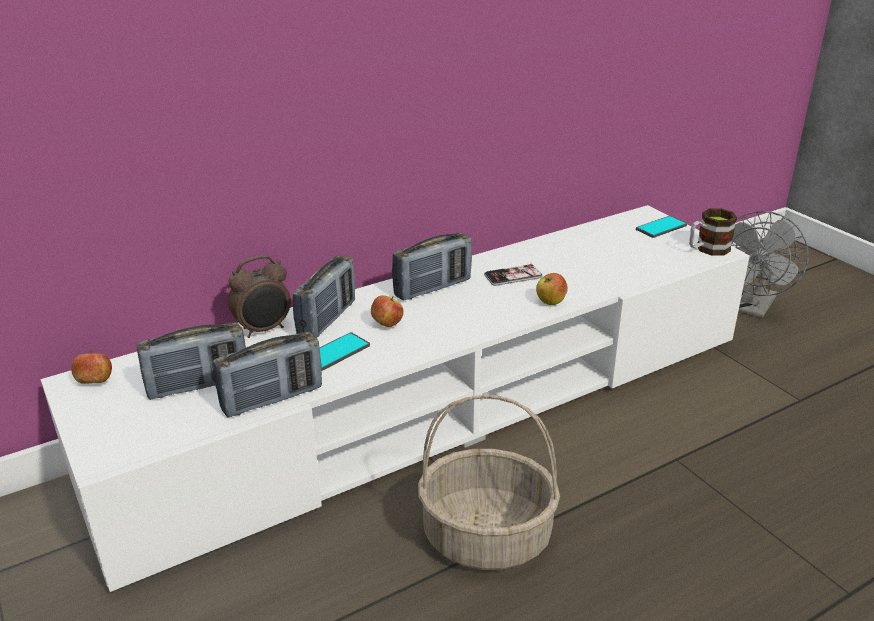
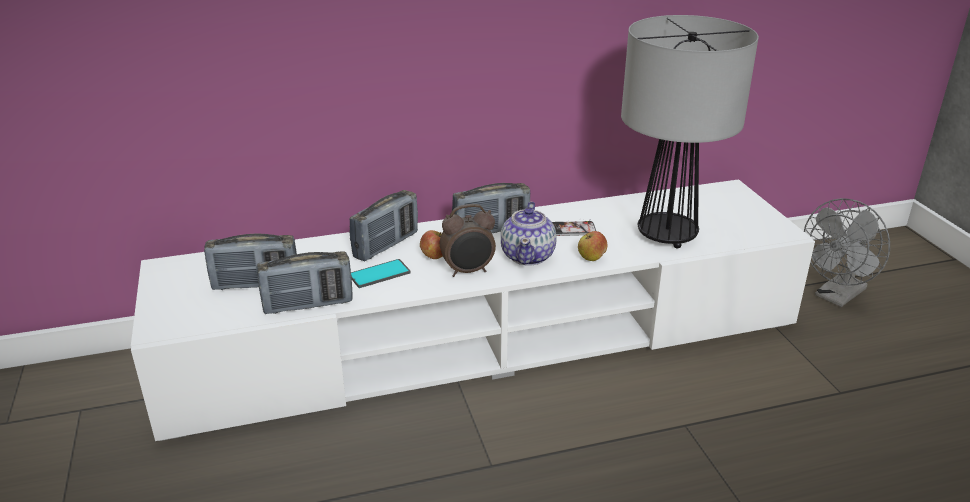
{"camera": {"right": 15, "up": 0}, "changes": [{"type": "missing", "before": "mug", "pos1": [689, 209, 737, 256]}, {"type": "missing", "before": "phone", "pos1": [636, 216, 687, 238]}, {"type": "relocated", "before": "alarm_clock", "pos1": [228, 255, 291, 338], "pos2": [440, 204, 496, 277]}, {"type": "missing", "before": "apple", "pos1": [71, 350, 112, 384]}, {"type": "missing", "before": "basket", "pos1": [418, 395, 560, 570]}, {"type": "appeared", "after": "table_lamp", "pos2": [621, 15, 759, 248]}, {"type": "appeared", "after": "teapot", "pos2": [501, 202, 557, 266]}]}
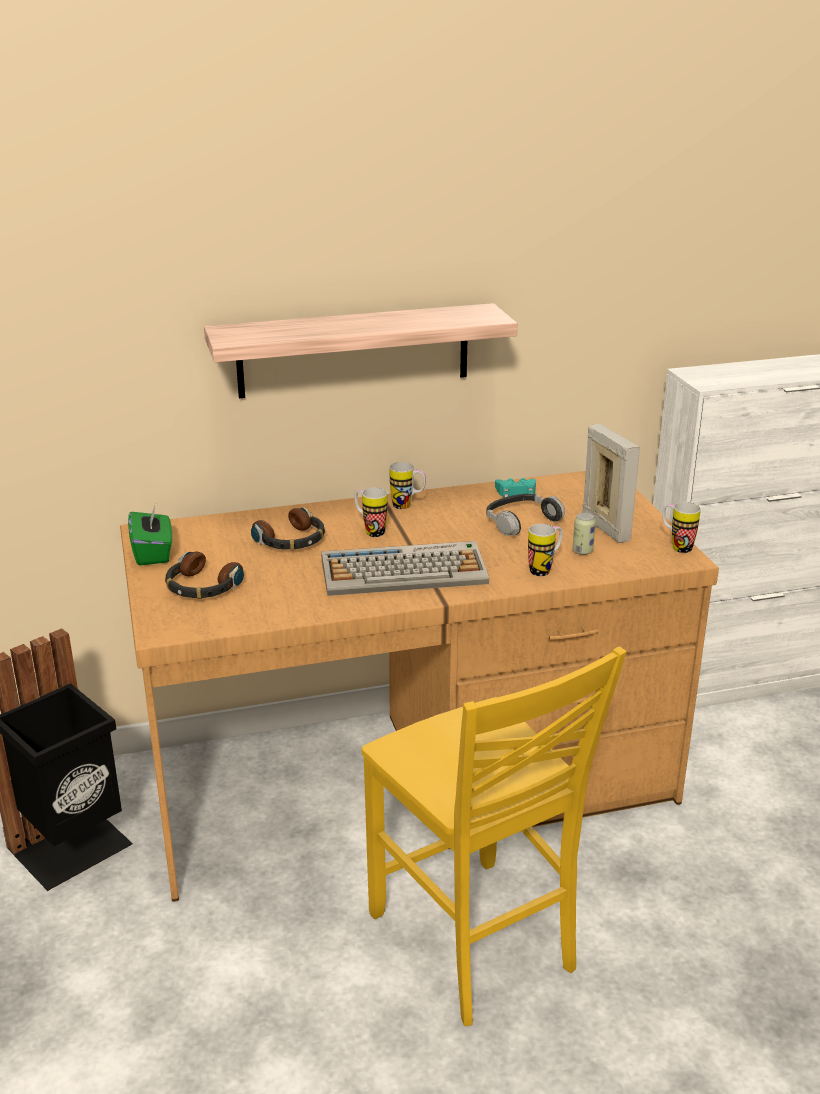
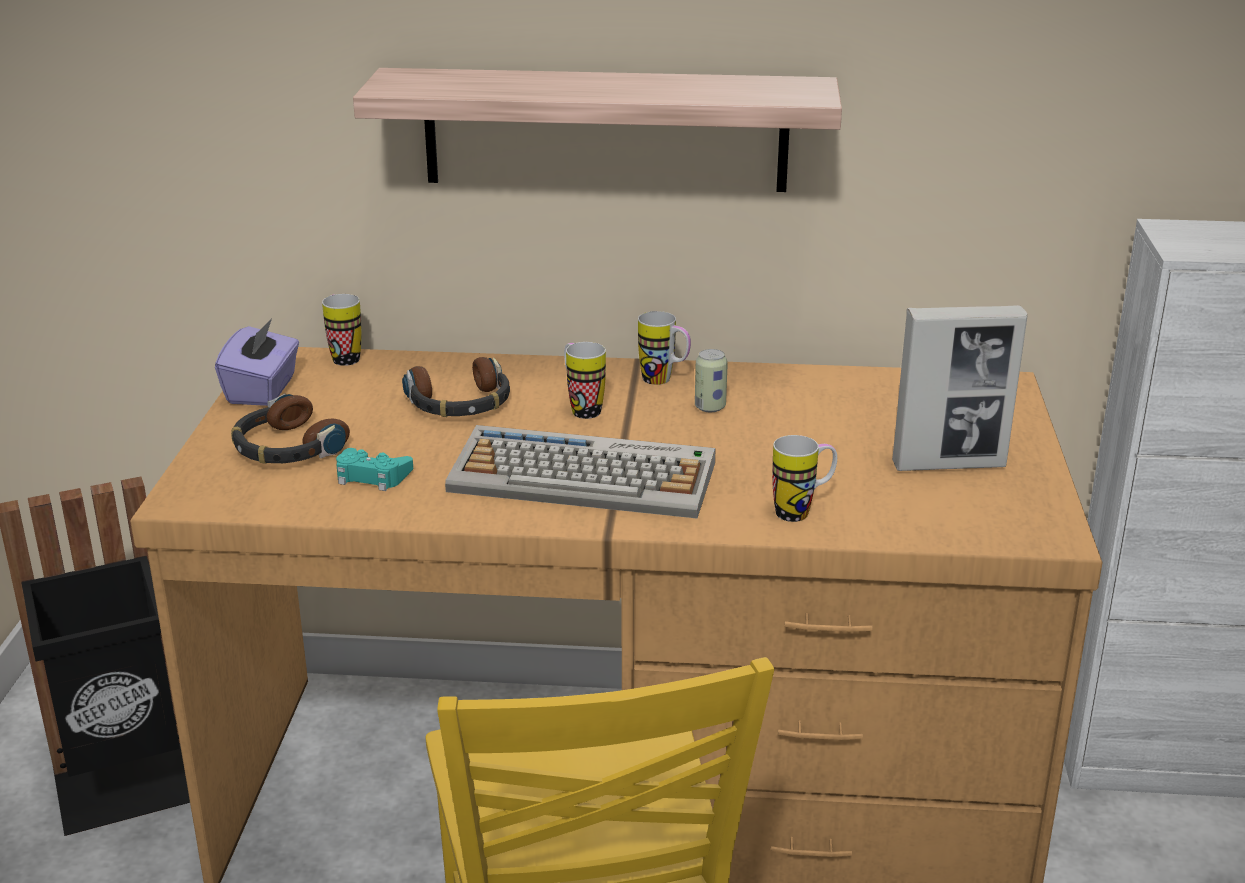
{"camera": {"right": 20, "up": 0}, "changes": [{"type": "spun", "before": "picture_frame", "pos1": [582, 424, 640, 543], "pos2": [892, 305, 1028, 471], "turn": 90}, {"type": "relocated", "before": "turquoise_game_controller", "pos1": [495, 478, 536, 498], "pos2": [336, 448, 413, 491]}, {"type": "missing", "before": "headphones", "pos1": [486, 494, 565, 536]}, {"type": "relocated", "before": "mug", "pos1": [662, 502, 701, 553], "pos2": [322, 294, 362, 366]}, {"type": "colour", "before": "green_tissue_box", "after": "purple_tissue_box", "pos1": [128, 506, 172, 566], "pos2": [215, 318, 299, 406]}, {"type": "relocated", "before": "can", "pos1": [573, 513, 596, 555], "pos2": [695, 349, 728, 412]}]}
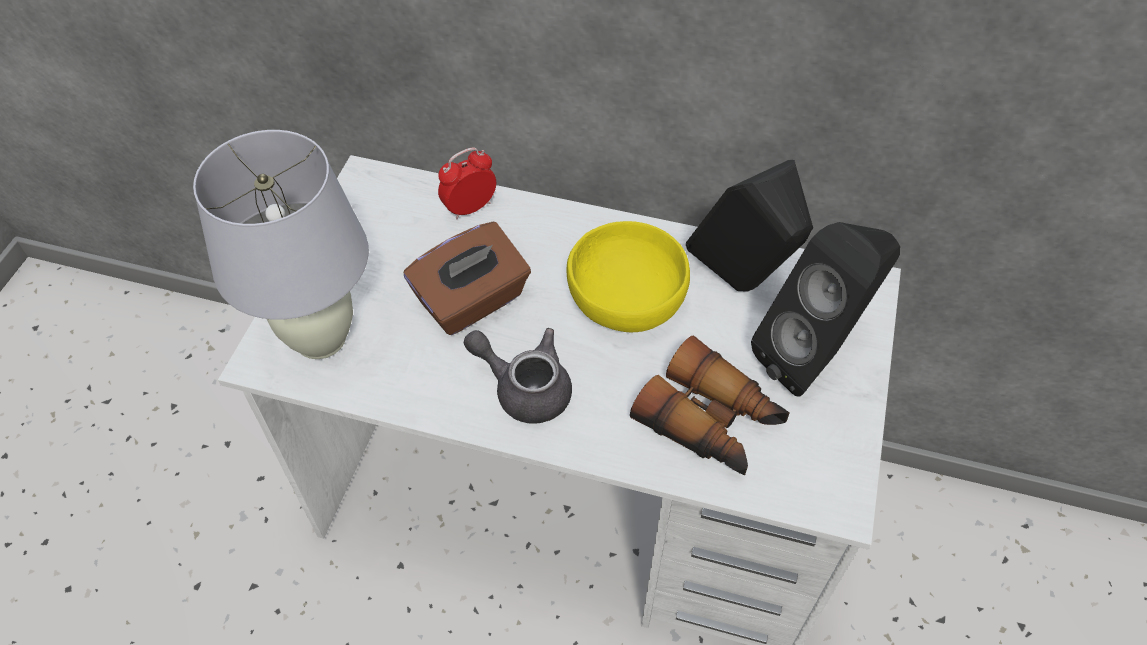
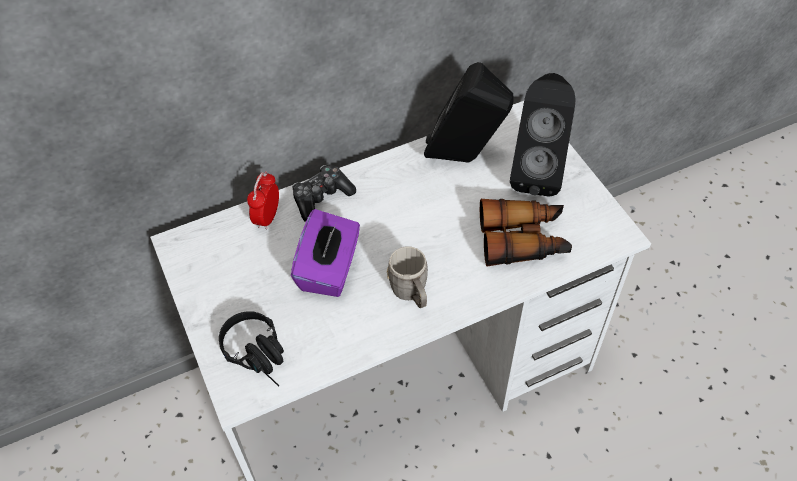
{"camera": {"right": -40, "up": 0}, "changes": [{"type": "exchanged", "before": "white_table_lamp", "after": "black_headphones", "pos1": [193, 130, 369, 359], "pos2": [219, 311, 284, 387]}, {"type": "missing", "before": "yellow_bowl", "pos1": [567, 221, 690, 332]}, {"type": "colour", "before": "brown_tissue_box", "after": "purple_tissue_box", "pos1": [404, 222, 531, 335], "pos2": [291, 209, 360, 297]}, {"type": "exchanged", "before": "grey_teapot", "after": "grey_mug", "pos1": [464, 328, 572, 424], "pos2": [387, 246, 428, 308]}, {"type": "appeared", "after": "game_controller", "pos2": [292, 165, 356, 222]}]}
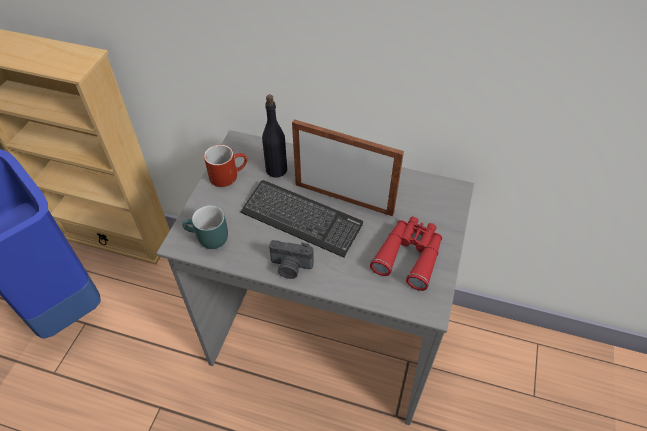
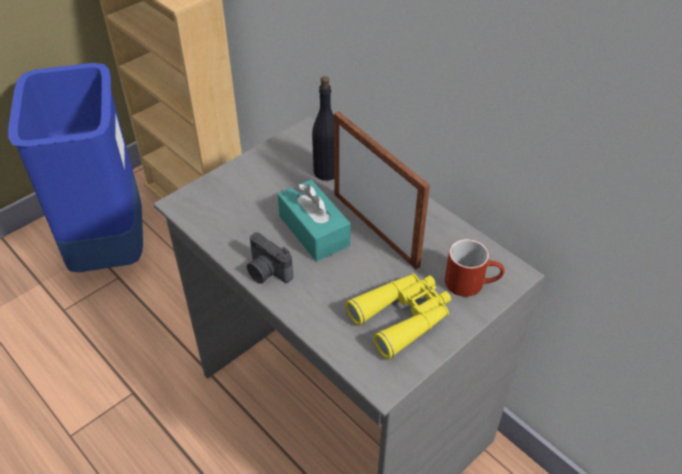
{"camera": {"right": 30, "up": -5}, "changes": [{"type": "relocated", "before": "red_mug", "pos1": [204, 145, 247, 187], "pos2": [445, 239, 505, 297]}, {"type": "exchanged", "before": "keyboard", "after": "turquoise_tissue_box", "pos1": [241, 180, 363, 258], "pos2": [278, 180, 351, 261]}, {"type": "missing", "before": "turquoise_mug", "pos1": [182, 205, 228, 249]}, {"type": "colour", "before": "red_binoculars", "after": "yellow_binoculars", "pos1": [370, 217, 442, 291], "pos2": [345, 273, 451, 359]}]}
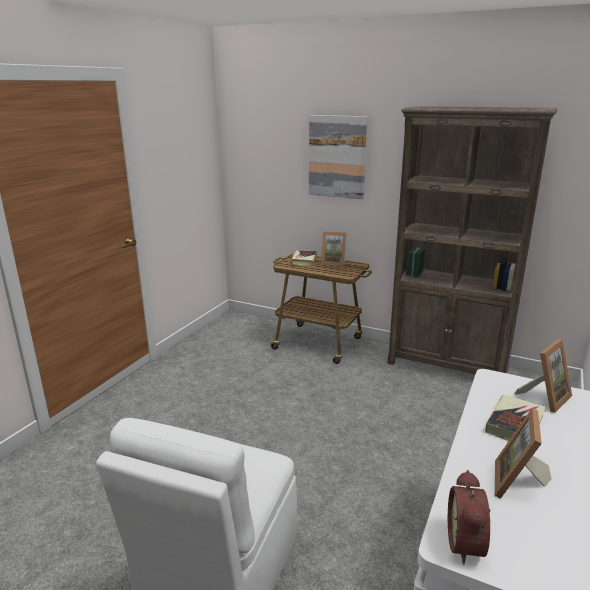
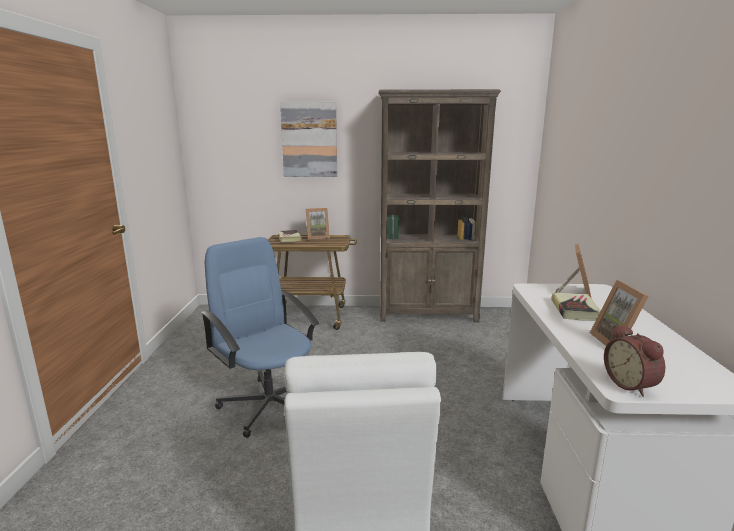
{"camera": {"right": -25, "up": -5}, "changes": [{"type": "appeared", "after": "blue_office_chair", "pos2": [201, 237, 319, 438]}]}
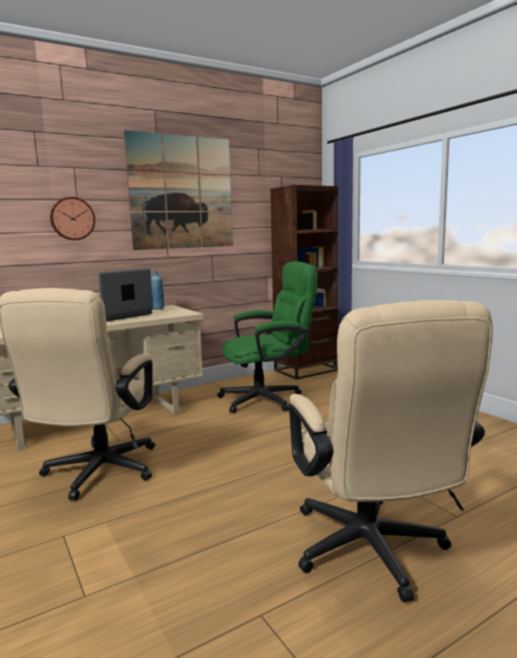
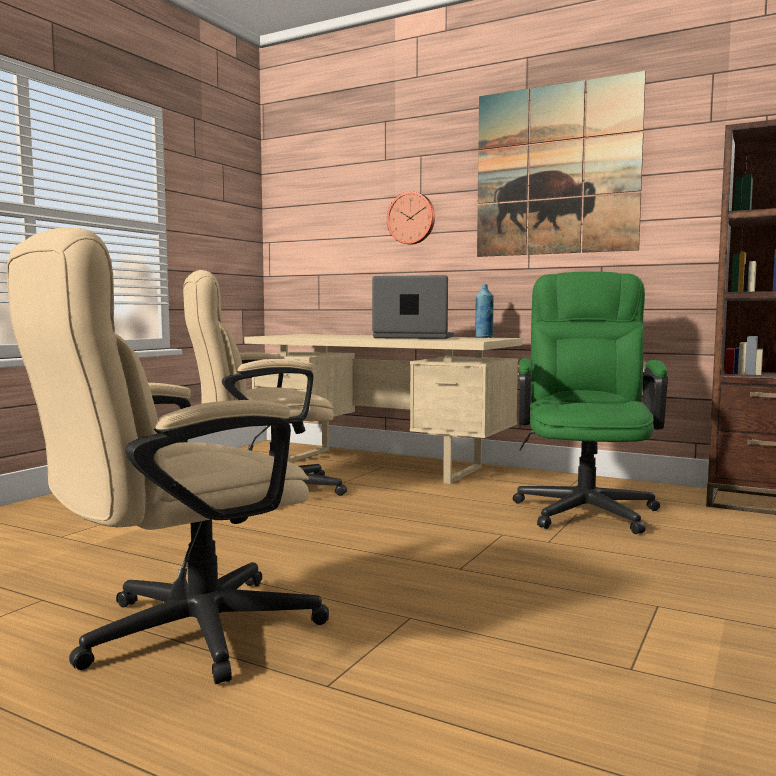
{"camera": {"right": 60, "up": -5}, "changes": [{"type": "spun", "before": "green_office_chair", "pos1": [217, 261, 317, 413], "pos2": [513, 271, 668, 534], "turn": -120}]}
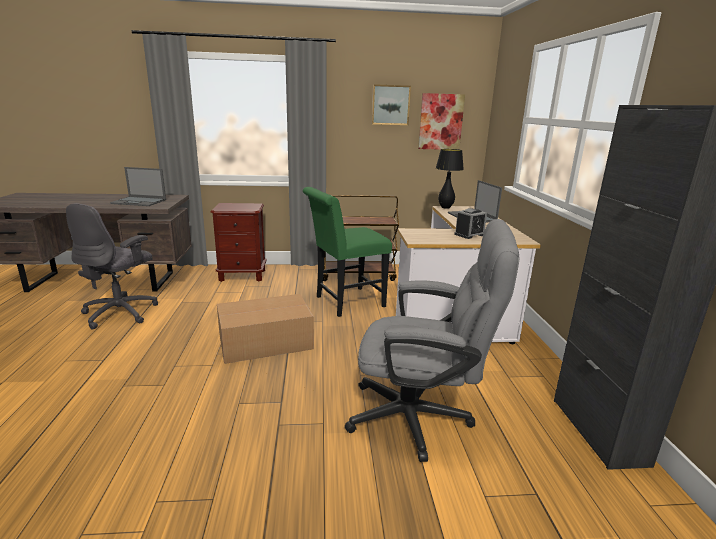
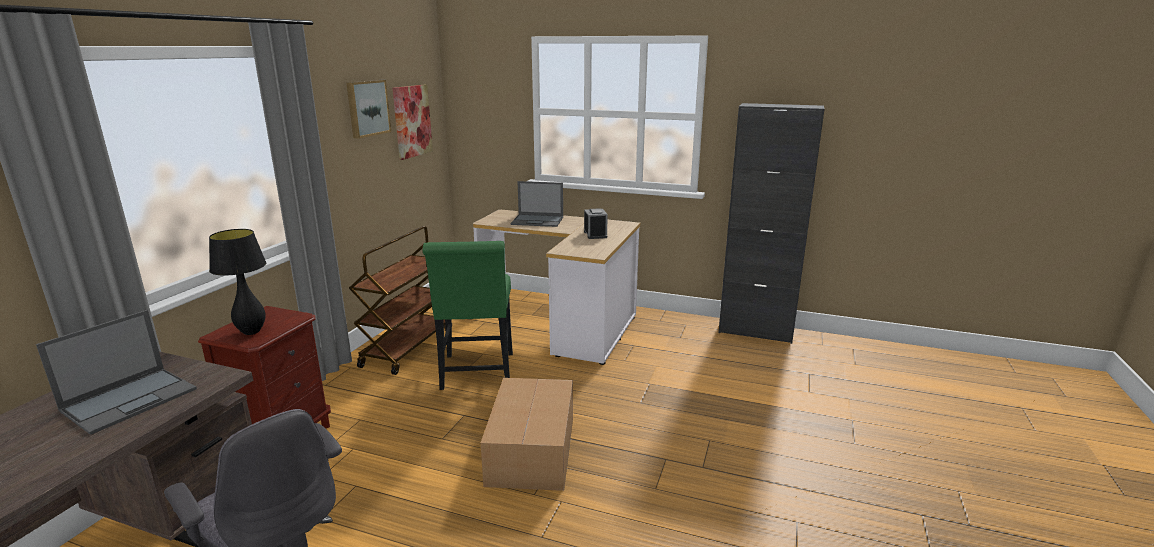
{"camera": {"right": -65, "up": 0}, "changes": [{"type": "relocated", "before": "black_table_lamp", "pos1": [436, 149, 464, 209], "pos2": [209, 229, 266, 335]}, {"type": "missing", "before": "grey_office_chair", "pos1": [345, 219, 519, 462]}]}
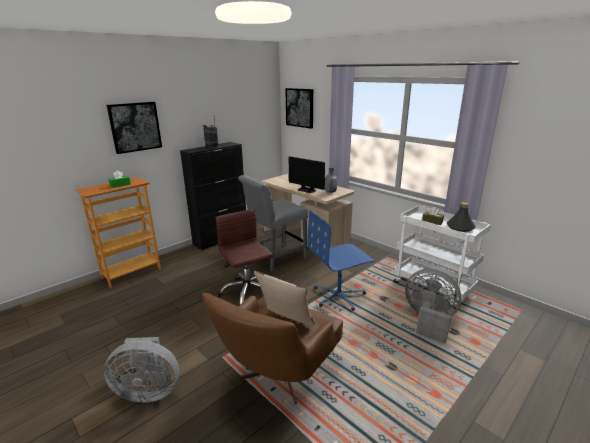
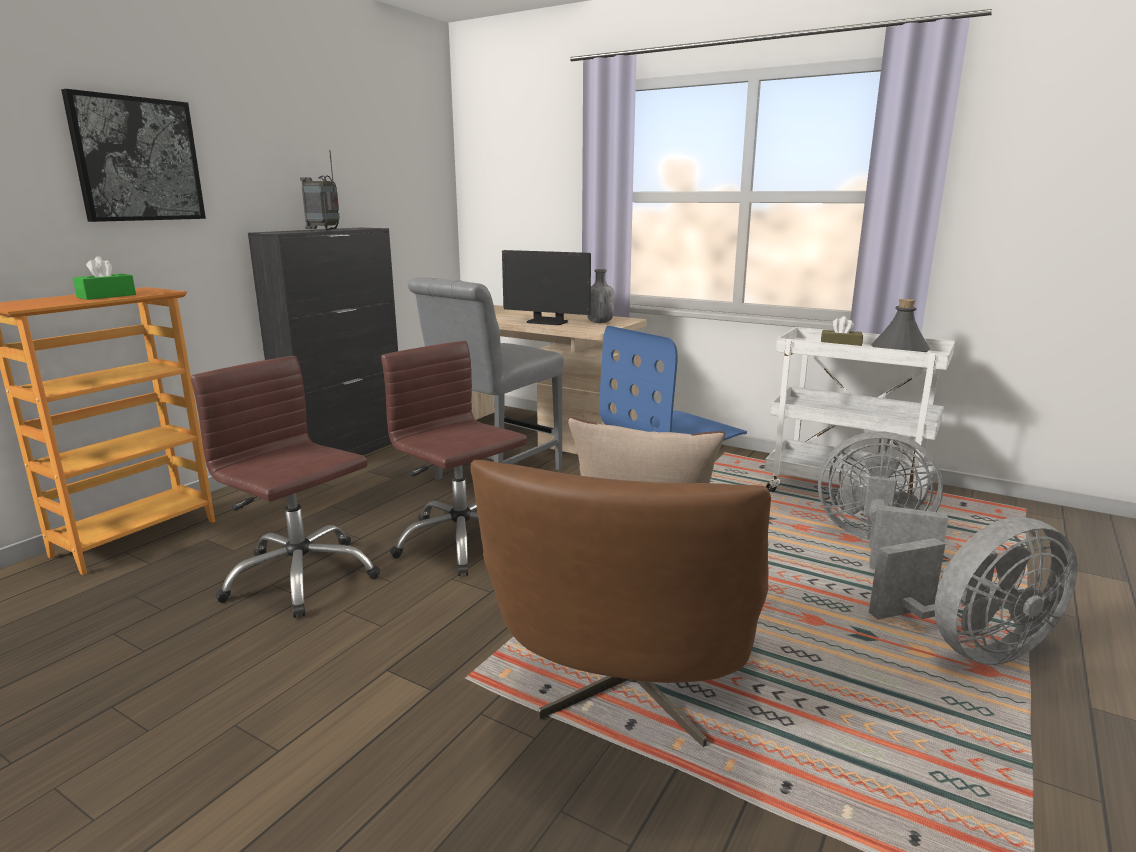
{"camera": {"right": -15, "up": -5}, "changes": [{"type": "missing", "before": "picture", "pos1": [285, 88, 313, 129]}, {"type": "relocated", "before": "grey_fan", "pos1": [104, 337, 179, 402], "pos2": [869, 517, 1077, 665]}, {"type": "appeared", "after": "brown_office_chair", "pos2": [191, 356, 381, 618]}]}
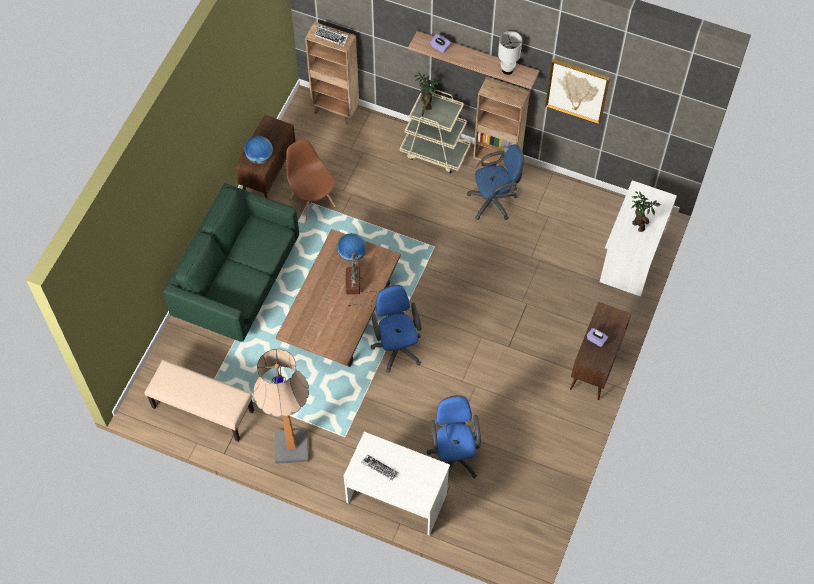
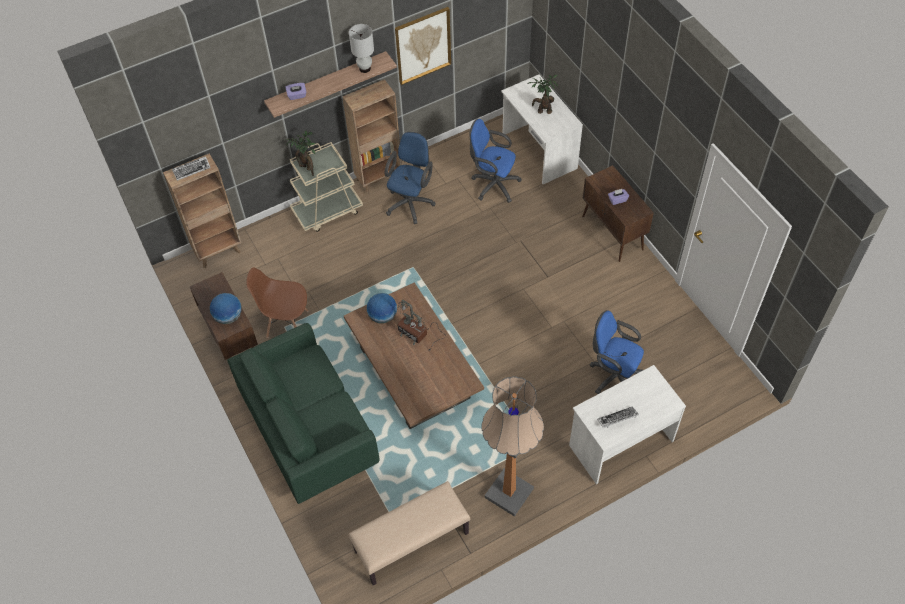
{"camera": {"right": -50, "up": -5}, "changes": [{"type": "relocated", "before": "blue_office_chair", "pos1": [371, 285, 421, 373], "pos2": [469, 119, 522, 203]}]}
